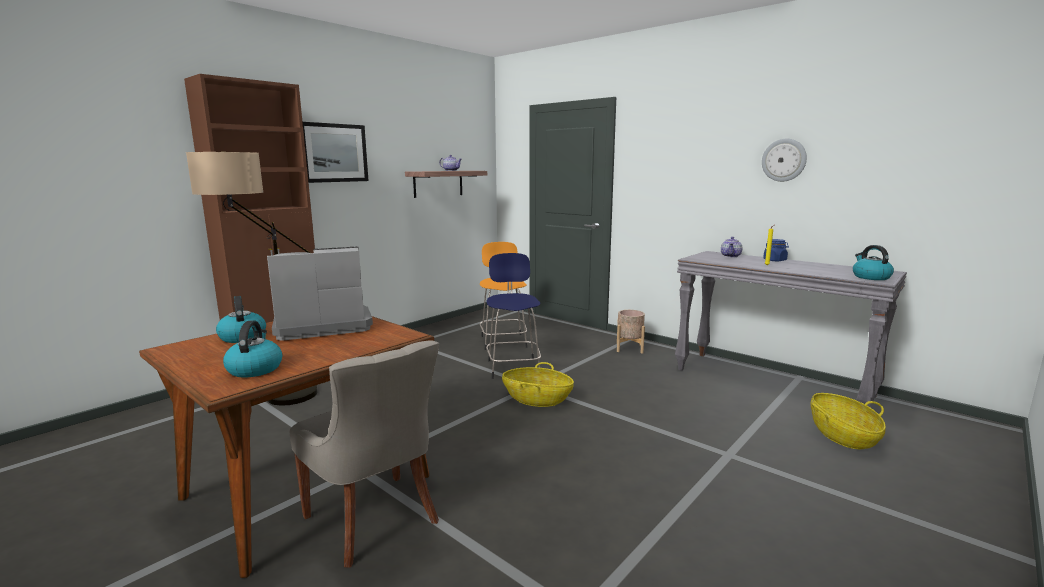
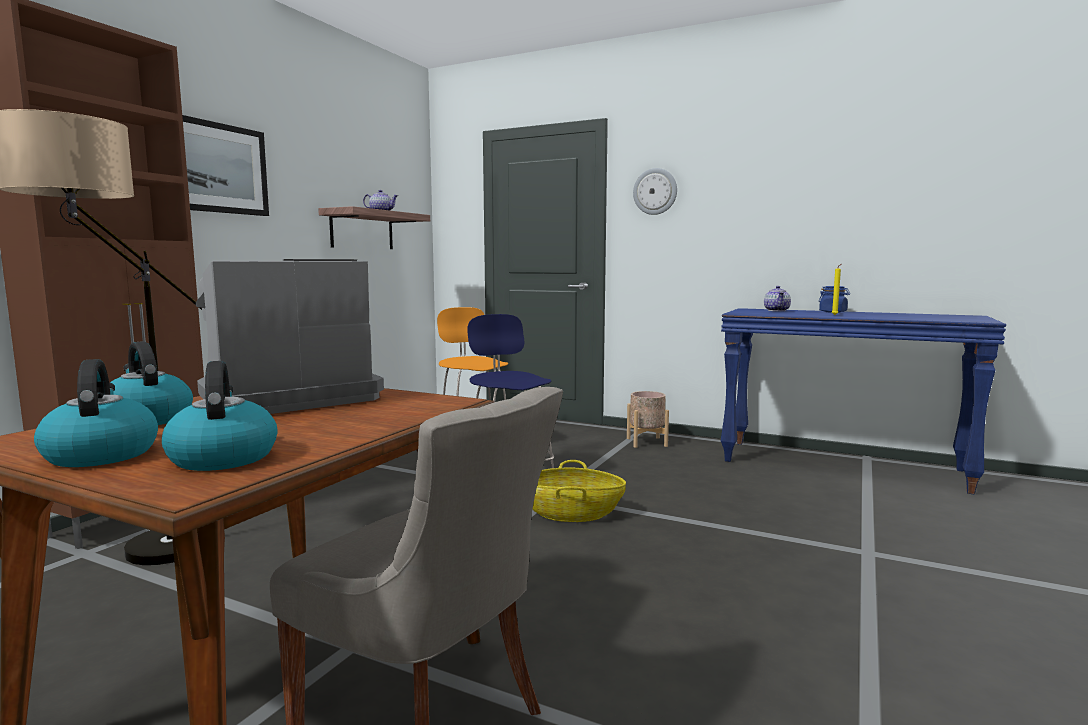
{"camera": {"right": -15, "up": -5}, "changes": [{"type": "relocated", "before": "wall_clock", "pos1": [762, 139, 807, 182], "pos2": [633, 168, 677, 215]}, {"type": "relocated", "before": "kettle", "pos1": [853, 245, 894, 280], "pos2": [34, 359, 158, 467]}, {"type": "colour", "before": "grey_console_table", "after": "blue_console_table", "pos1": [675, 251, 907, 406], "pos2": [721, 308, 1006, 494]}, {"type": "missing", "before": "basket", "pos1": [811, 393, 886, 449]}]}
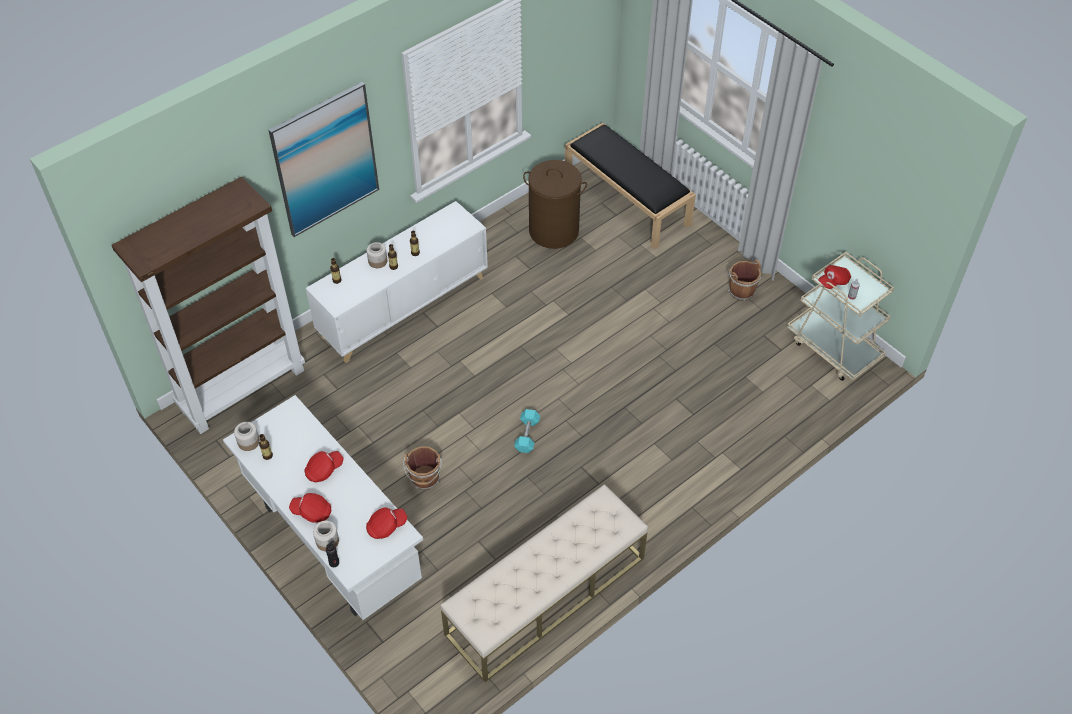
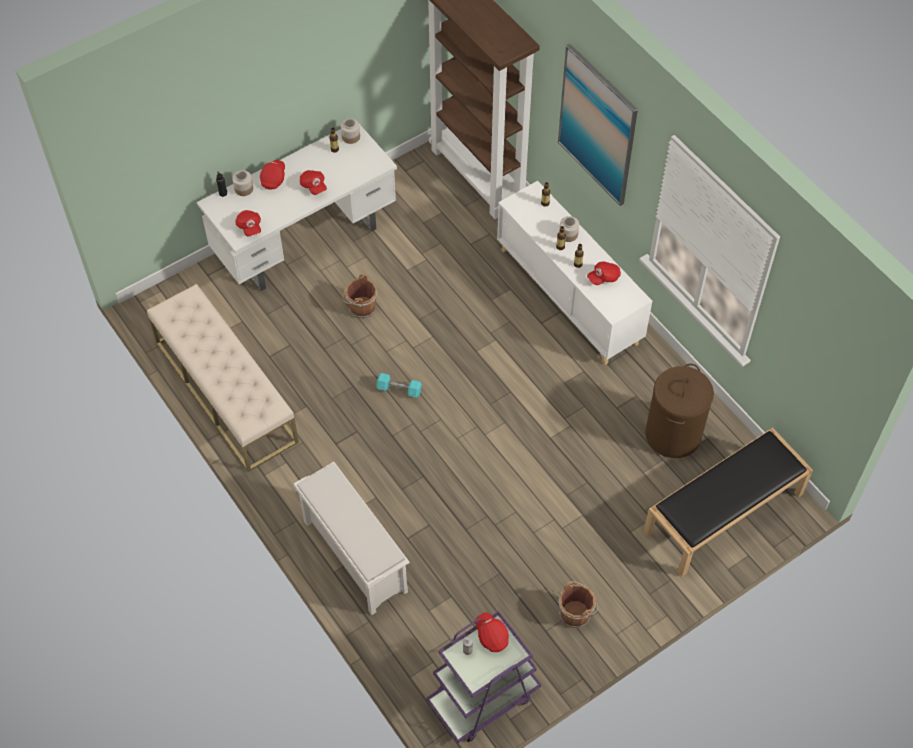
{"camera": {"right": 95, "up": 5}, "changes": [{"type": "colour", "before": "beige_cart", "after": "purple_cart", "pos1": [787, 252, 894, 381], "pos2": [426, 611, 541, 743]}, {"type": "appeared", "after": "red_cap", "pos2": [587, 261, 621, 285]}, {"type": "appeared", "after": "white_shoe_rack", "pos2": [294, 462, 410, 615]}]}
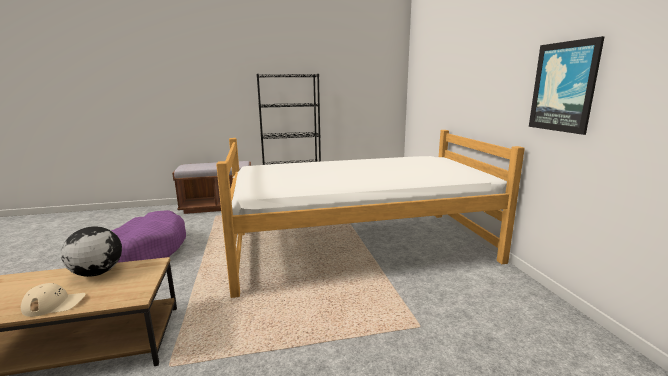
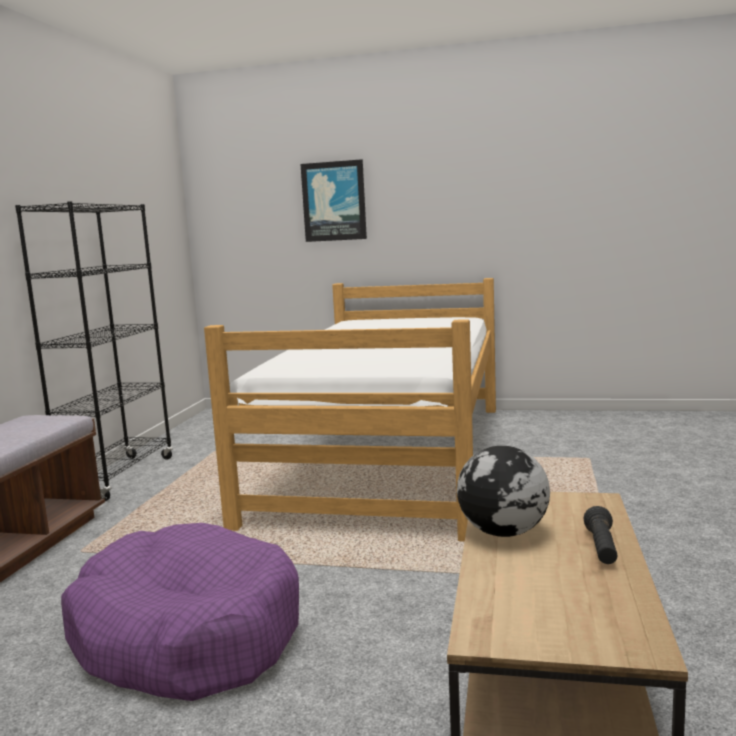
{"camera": {"right": -65, "up": -5}, "changes": [{"type": "relocated", "before": "picture", "pos1": [529, 36, 605, 135], "pos2": [300, 159, 367, 242]}, {"type": "exchanged", "before": "beige_cap", "after": "black_flashlight", "pos1": [21, 283, 86, 317], "pos2": [584, 506, 618, 564]}]}
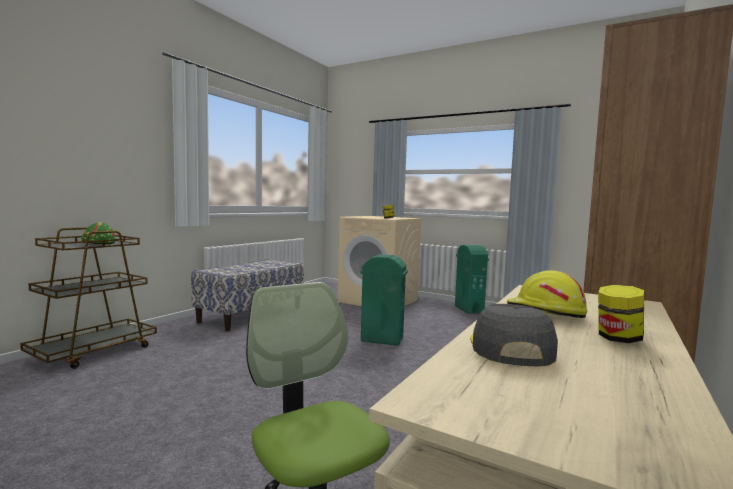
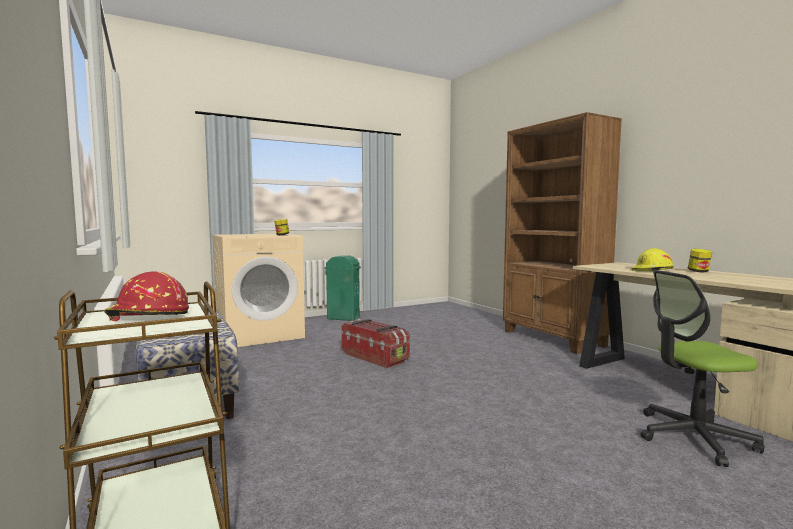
{"camera": {"right": -60, "up": 0}, "changes": [{"type": "colour", "before": "green_hard_hat", "after": "red_hard_hat", "pos1": [81, 222, 116, 245], "pos2": [104, 271, 189, 321]}, {"type": "exchanged", "before": "green_trash_can", "after": "storage_box", "pos1": [360, 254, 408, 346], "pos2": [342, 319, 410, 368]}, {"type": "missing", "before": "grey_cap", "pos1": [470, 304, 558, 366]}]}
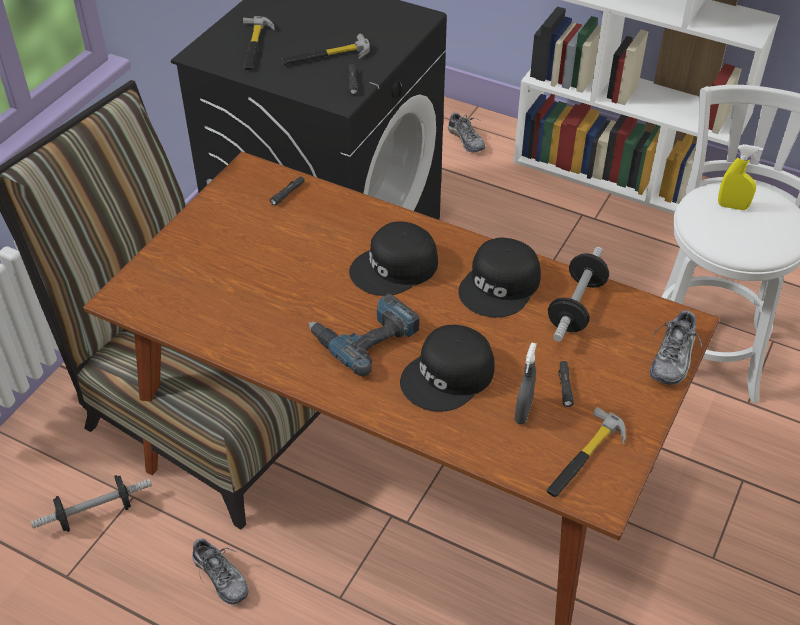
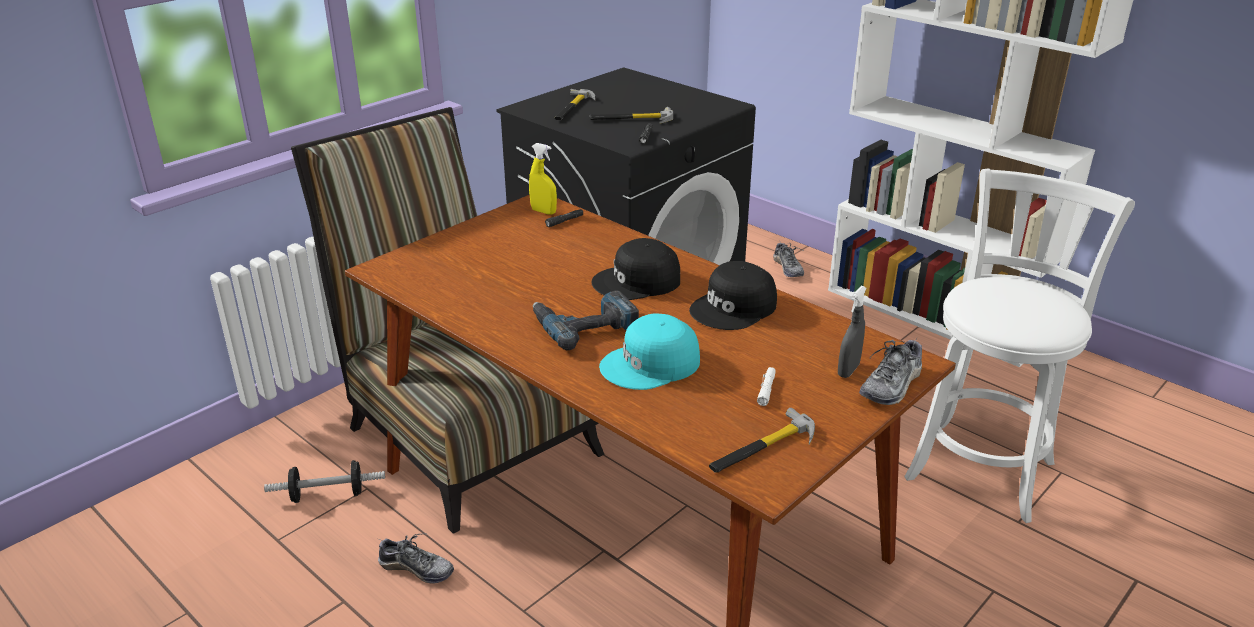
{"camera": {"right": 15, "up": -15}, "changes": [{"type": "relocated", "before": "yellow_spray_bottle", "pos1": [718, 144, 763, 210], "pos2": [529, 143, 557, 215]}, {"type": "missing", "before": "dumbbell", "pos1": [548, 247, 609, 342]}, {"type": "colour", "before": "black_cap", "after": "turquoise_cap", "pos1": [400, 325, 495, 412], "pos2": [599, 314, 700, 390]}, {"type": "relocated", "before": "grey_spray_bottle", "pos1": [515, 343, 537, 424], "pos2": [838, 286, 867, 378]}, {"type": "colour", "before": "black_flashlight", "after": "white_flashlight", "pos1": [558, 361, 574, 407], "pos2": [757, 367, 776, 406]}, {"type": "spun", "before": "shoe", "pos1": [192, 537, 248, 605], "pos2": [378, 534, 454, 584], "turn": -45}]}
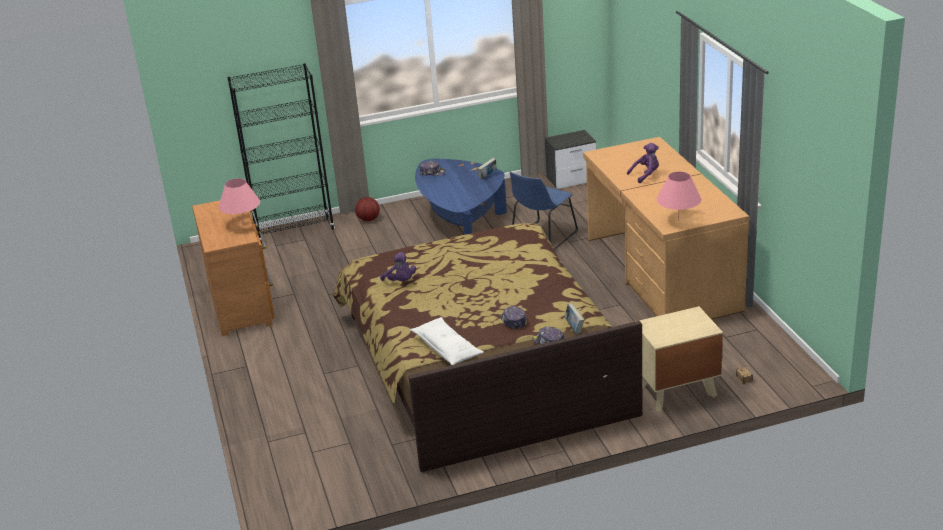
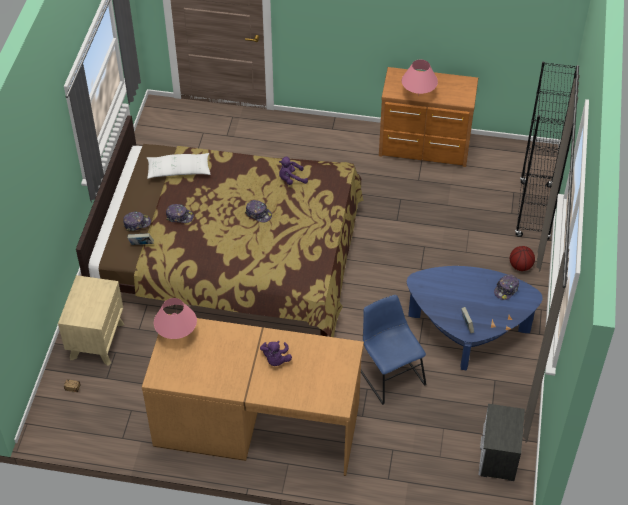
{"camera": {"right": 115, "up": 20}, "changes": [{"type": "appeared", "after": "cap", "pos2": [245, 200, 272, 223]}]}
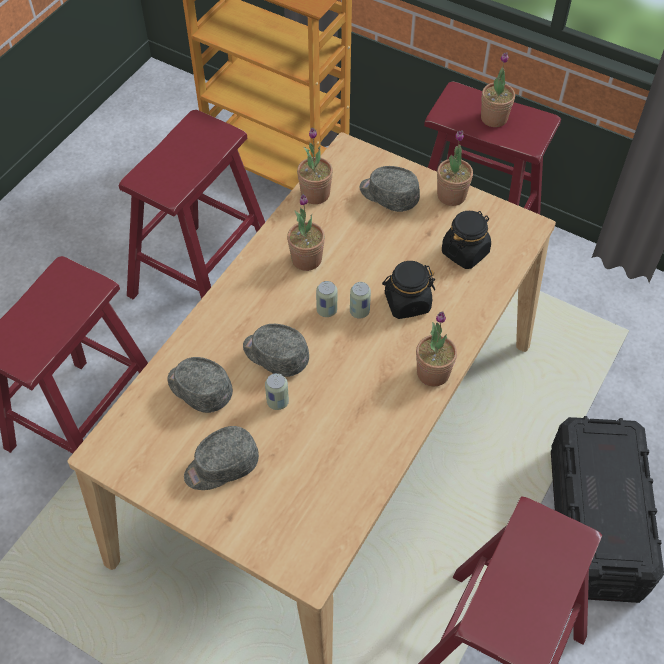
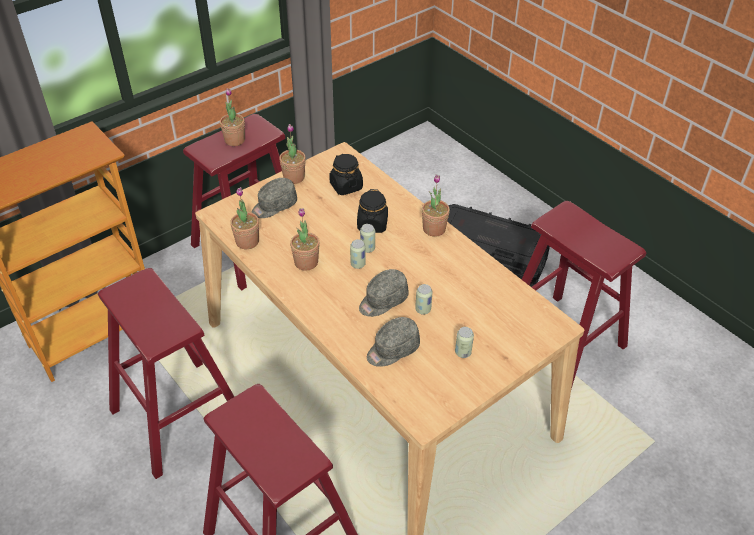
{"camera": {"right": -70, "up": -10}, "changes": [{"type": "exchanged", "before": "grey_cap", "after": "can", "pos1": [184, 426, 259, 490], "pos2": [455, 327, 474, 358]}]}
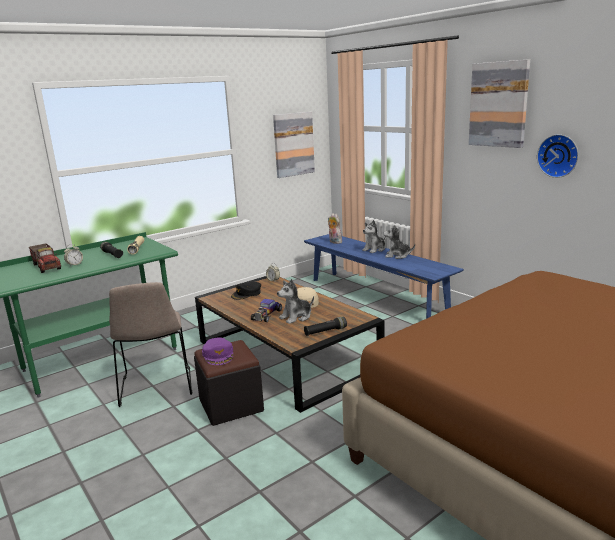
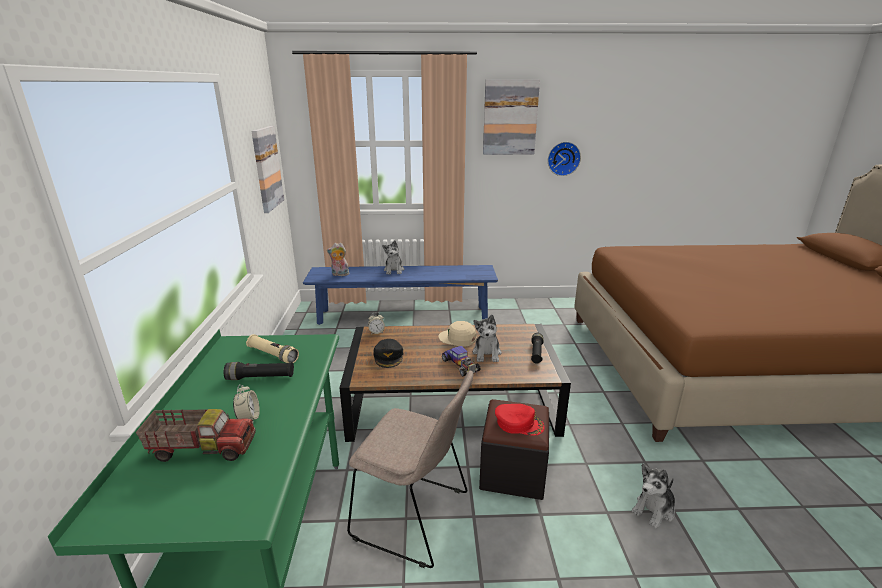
{"camera": {"right": -55, "up": 5}, "changes": [{"type": "relocated", "before": "plush_toy", "pos1": [383, 225, 415, 259], "pos2": [632, 463, 675, 529]}, {"type": "colour", "before": "purple_cap", "after": "red_cap", "pos1": [202, 338, 233, 365], "pos2": [495, 404, 545, 435]}]}
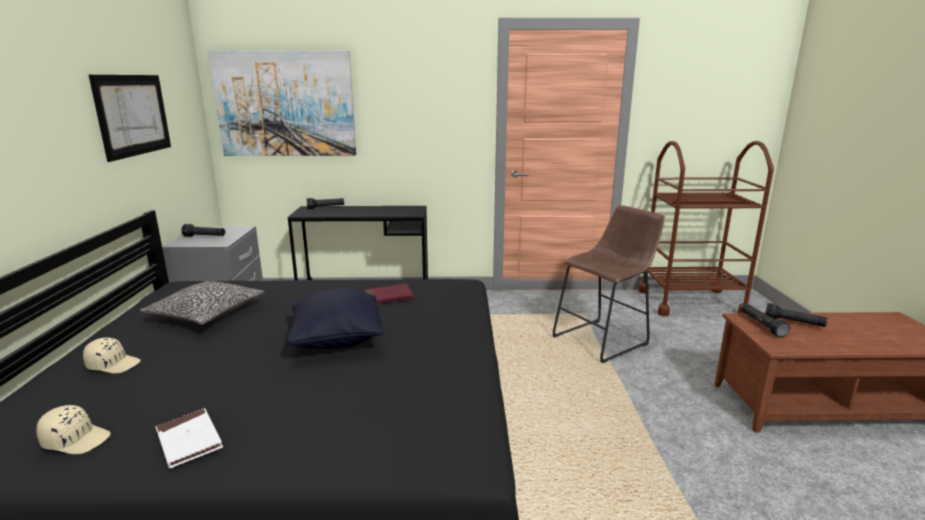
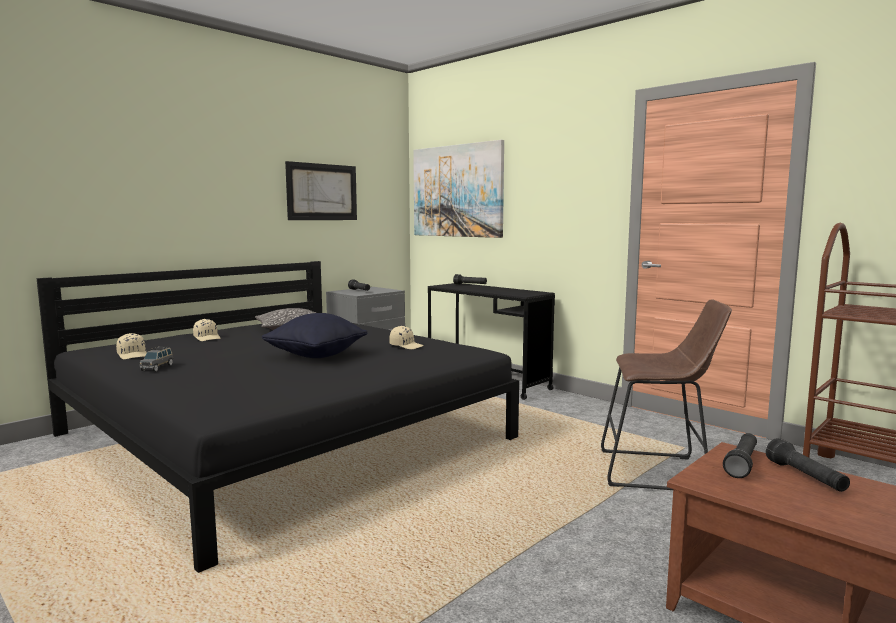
{"camera": {"right": 45, "up": -10}, "changes": [{"type": "exchanged", "before": "red_book", "after": "beige_cap", "pos1": [365, 284, 413, 304], "pos2": [389, 326, 424, 349]}, {"type": "exchanged", "before": "white_book", "after": "grey_toy_car", "pos1": [156, 408, 223, 469], "pos2": [139, 346, 173, 371]}]}
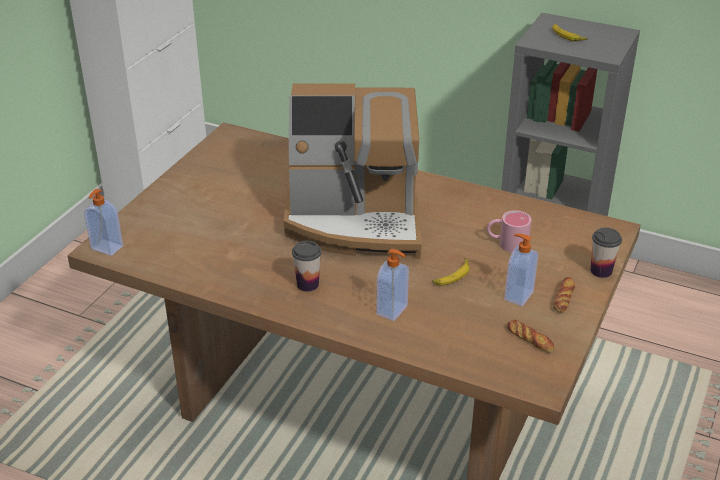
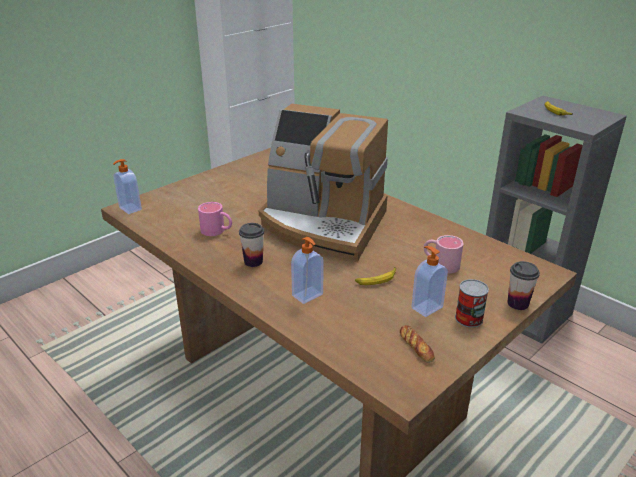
{"camera": {"right": 20, "up": -5}, "changes": [{"type": "exchanged", "before": "bread", "after": "can", "pos1": [553, 277, 575, 313], "pos2": [455, 279, 489, 327]}, {"type": "appeared", "after": "pink_mug", "pos2": [198, 202, 232, 236]}]}
